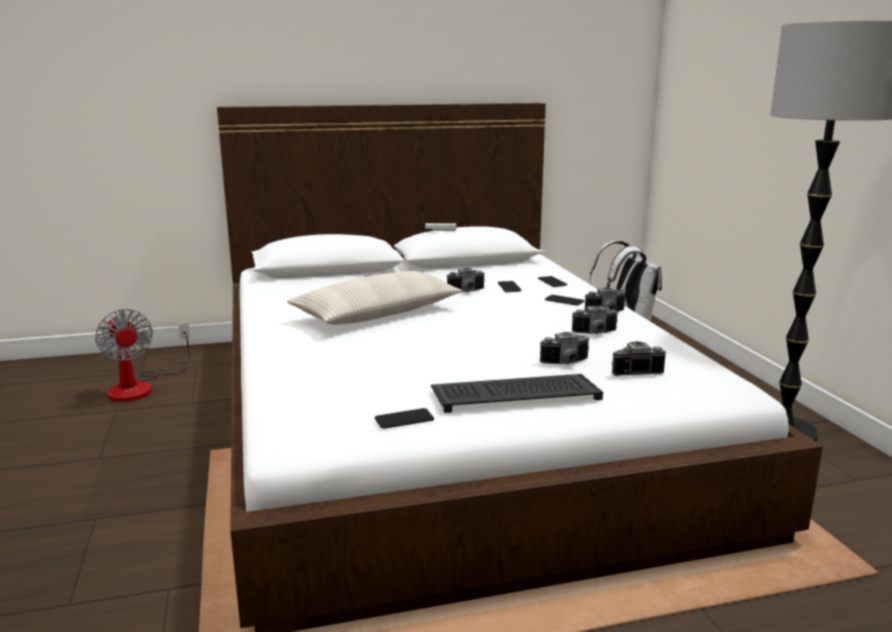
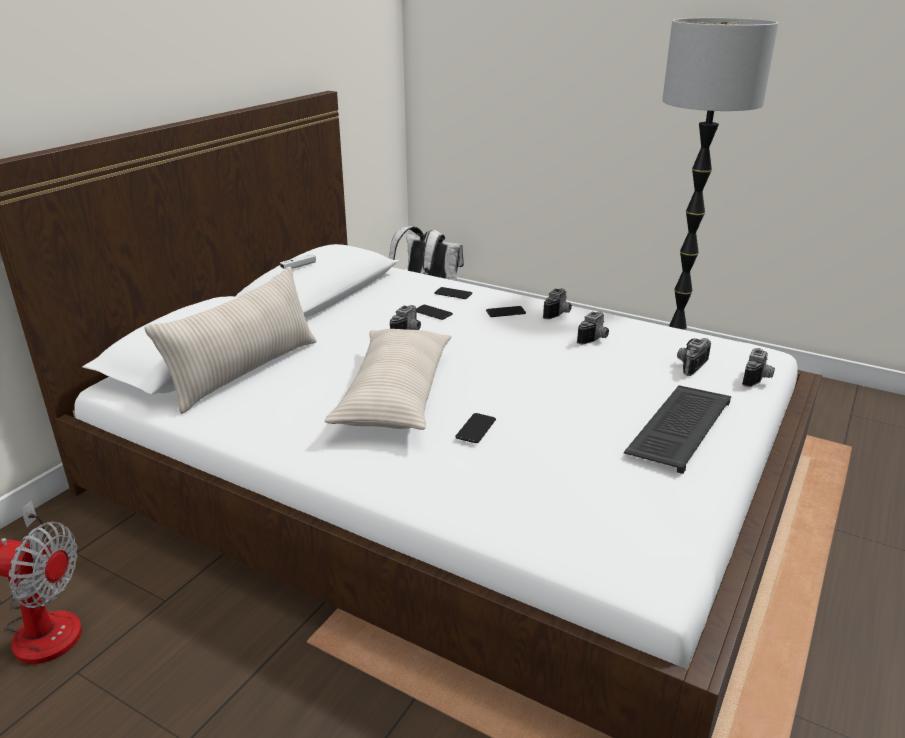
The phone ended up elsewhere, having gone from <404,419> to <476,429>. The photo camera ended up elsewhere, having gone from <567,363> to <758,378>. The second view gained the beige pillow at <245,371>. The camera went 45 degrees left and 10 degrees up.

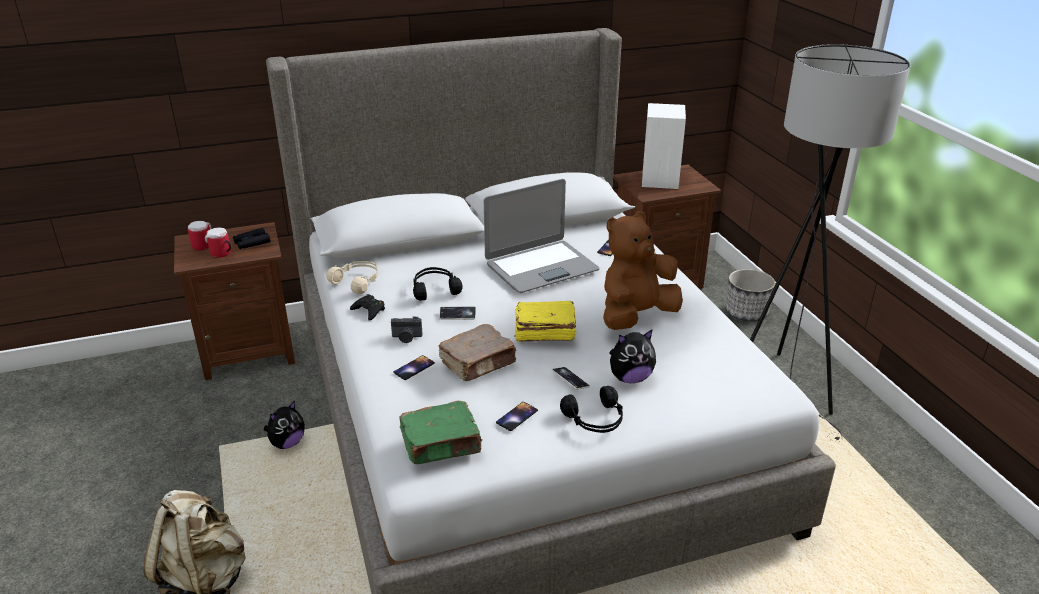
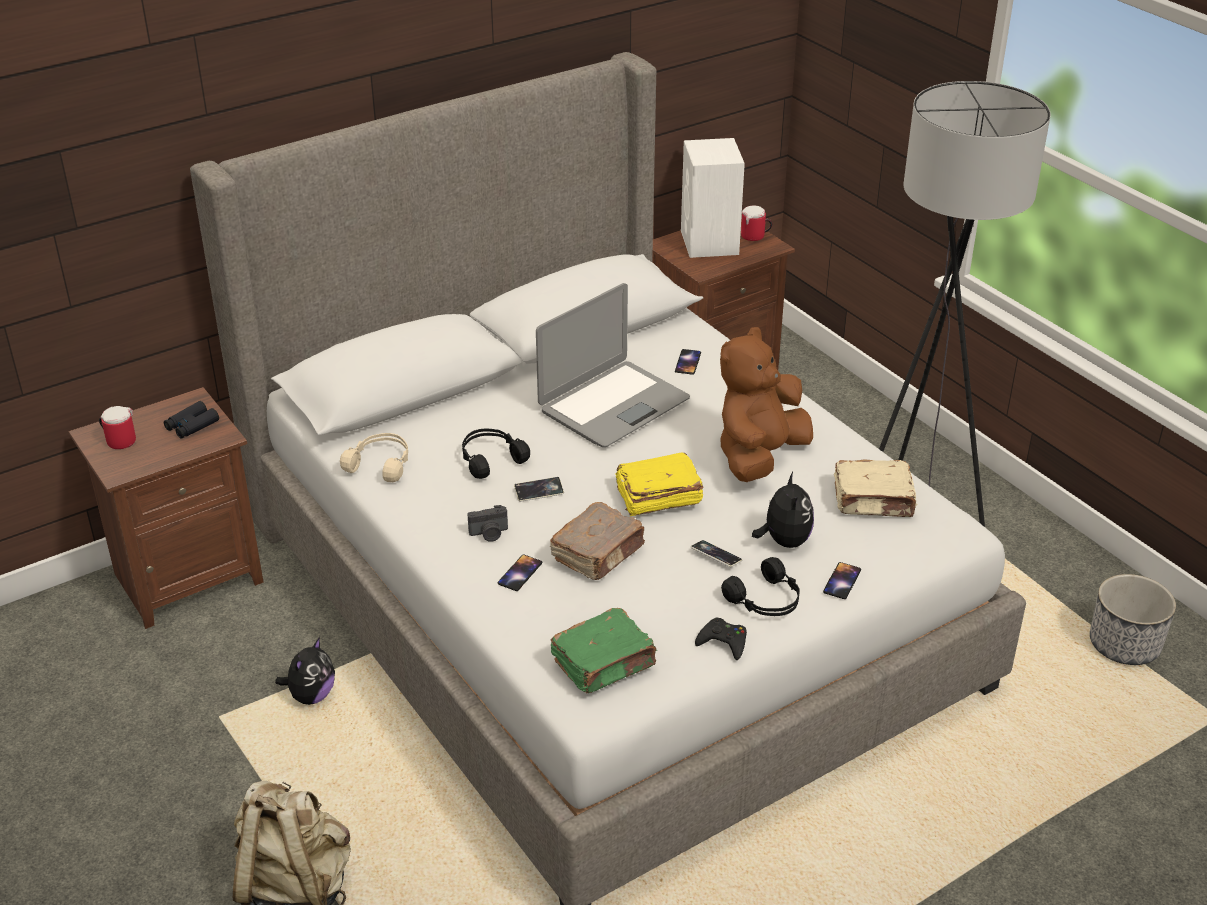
The mug ended up elsewhere, having gone from <222,254> to <755,237>. The black game controller ended up elsewhere, having gone from <369,310> to <723,642>. The phone ended up elsewhere, having gone from <517,416> to <842,581>. The plush toy at <630,378> ended up facing another way, 60 degrees counterclockwise from before. The planter ended up elsewhere, having gone from <746,312> to <1124,645>. The second view gained the beige book at <874,501>. The camera went 15 degrees left and 5 degrees up.

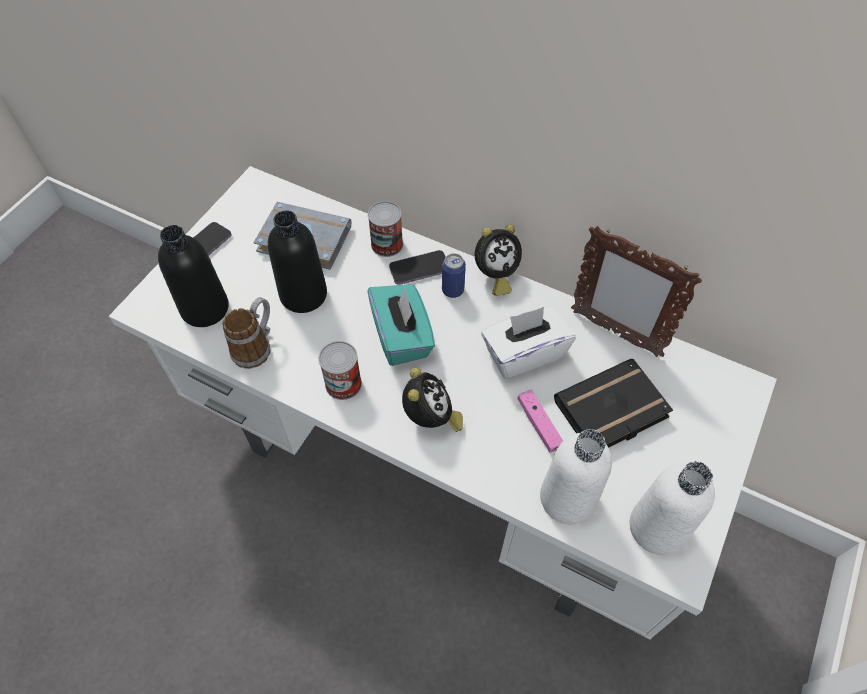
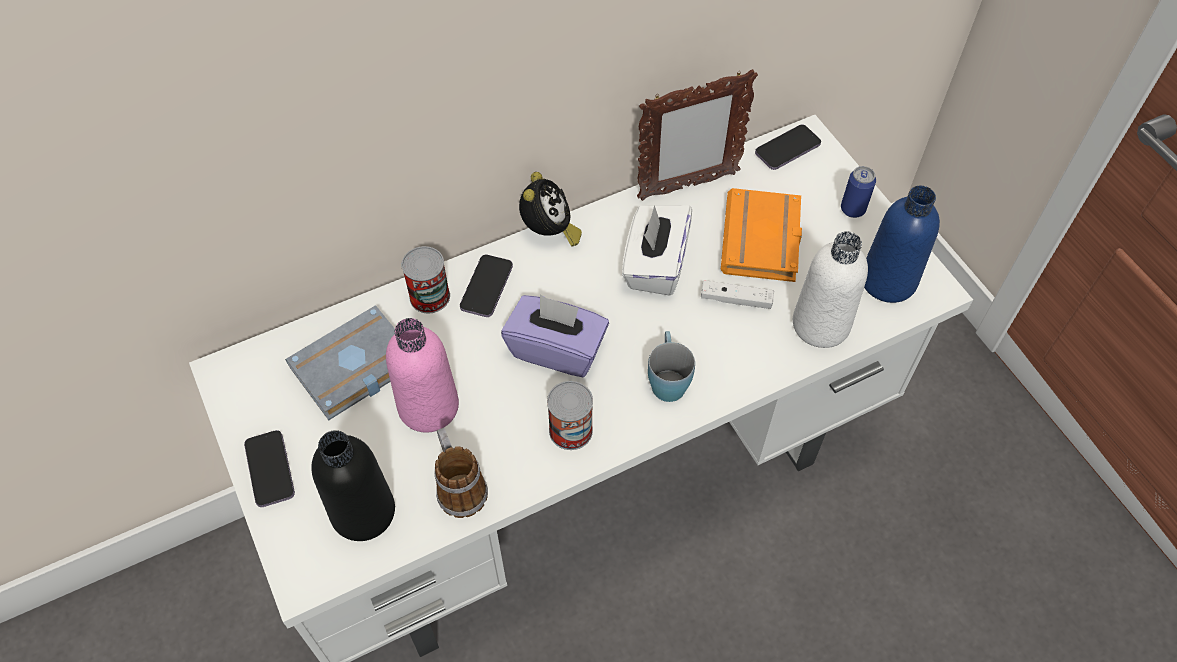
What was the black bottle at <303,294> turned into the pink bottle at <428,406>. What was the turquoise tissue box at <402,337> turned into the purple tissue box at <557,349>. Where the alarm clock stood at <430,419>, the blue mug came to stand at <667,379>. The can ended up elsewhere, having gone from <452,290> to <852,209>. What was the pink game controller at <539,424> turned into the white game controller at <736,300>. What was the black book at <610,413> turned into the orange book at <763,242>. What was the white bottle at <657,527> turned into the blue bottle at <888,280>. The second view gained the phone at <787,149>. The camera went 55 degrees left and 0 degrees up.

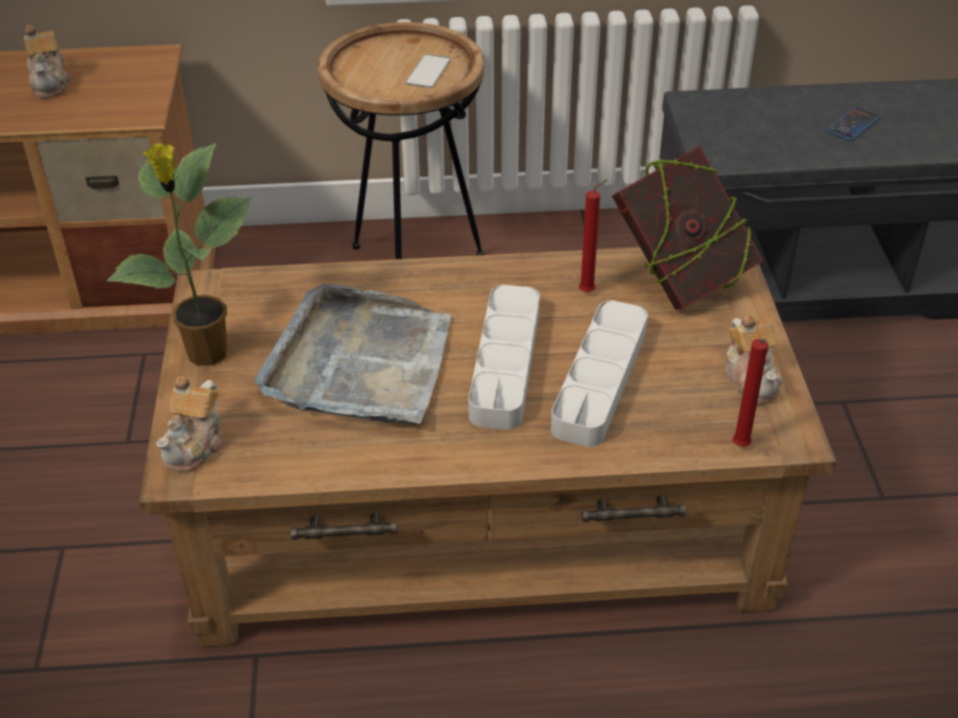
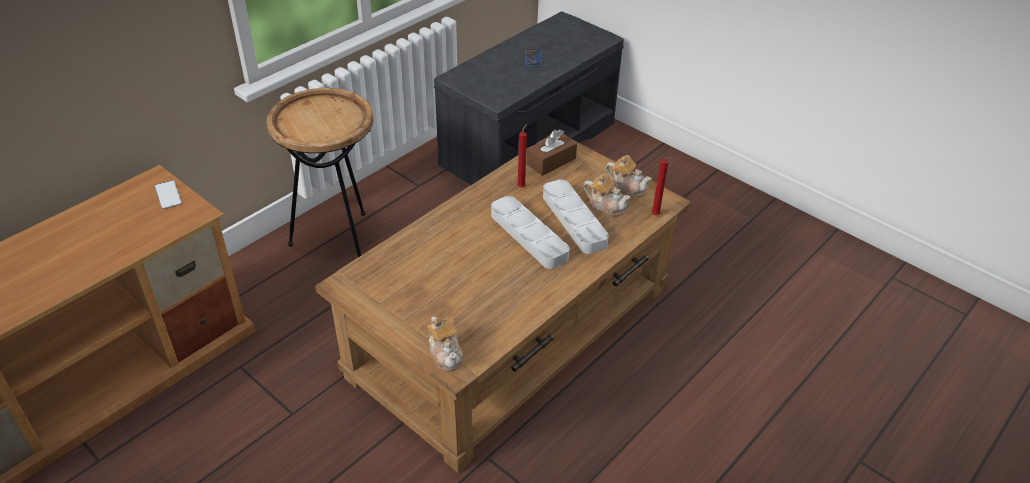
The teapot ended up elsewhere, having gone from <50,83> to <606,206>. The second view lost the potted plant at <206,355>. The second view lost the grey tray at <360,363>. The phone ended up elsewhere, having gone from <428,71> to <168,195>. Where the book stood at <680,280>, the brown tissue box came to stand at <551,161>. The camera went 45 degrees left and 0 degrees up.

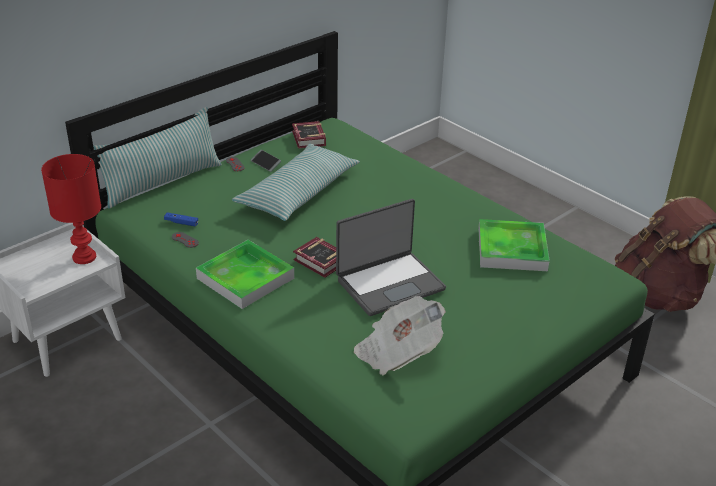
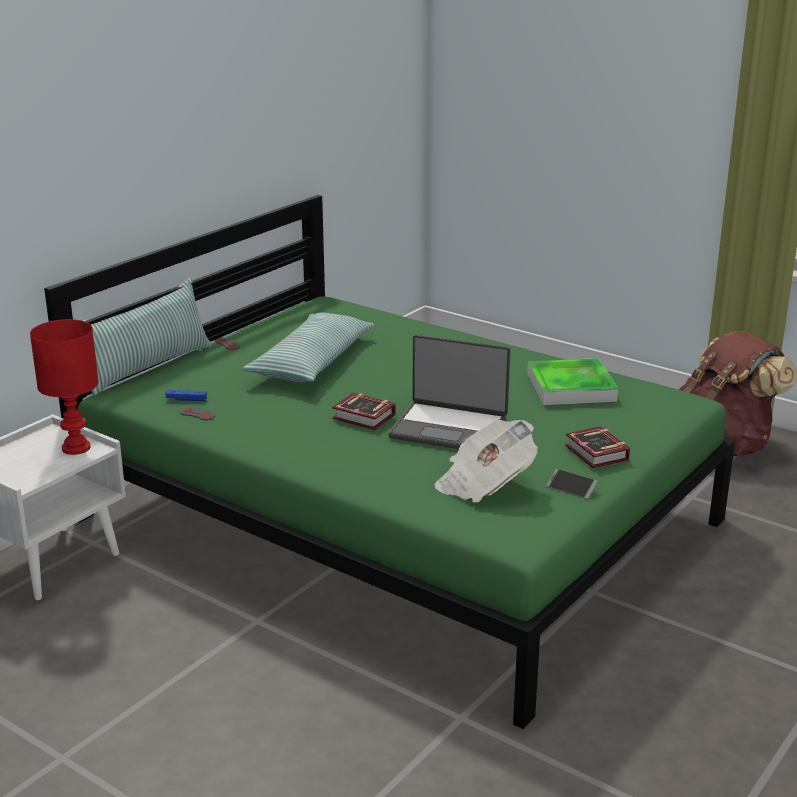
The second view lost the tray at <245,278>. The phone ended up elsewhere, having gone from <266,163> to <571,488>. The book ended up elsewhere, having gone from <308,139> to <596,454>. The laptop at <389,283> ended up facing another way, 60 degrees clockwise from before. The camera went 10 degrees left and 10 degrees down.

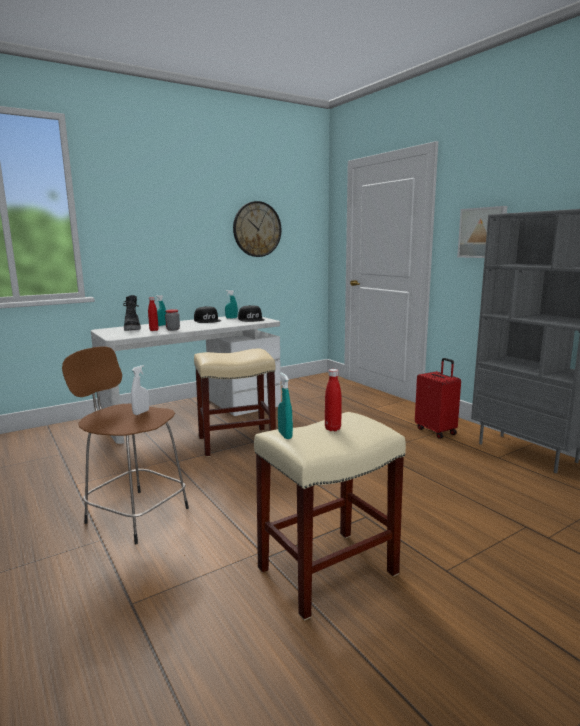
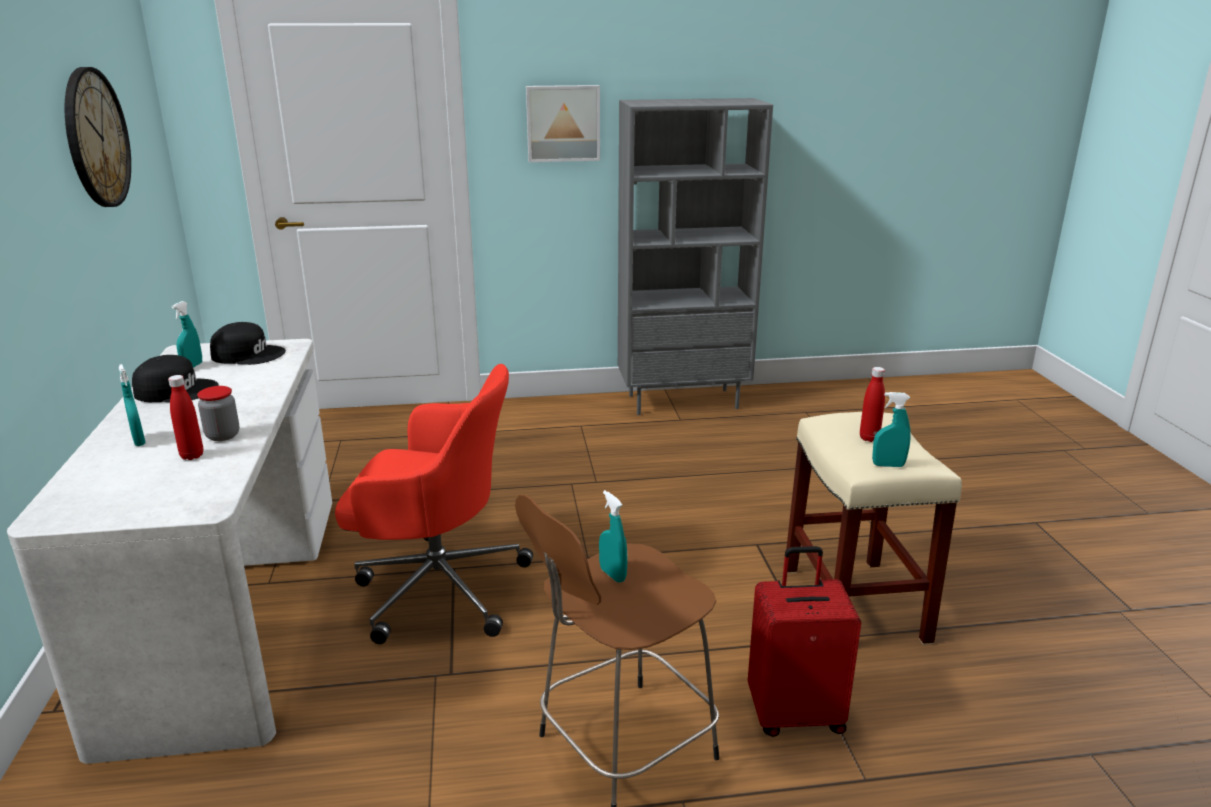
The second view lost the black boot at <133,329>. What was the white spray bottle at <141,412> turned into the turquoise spray bottle at <612,574>. Where the beige stool stood at <235,442>, the red office chair came to stand at <437,587>. The red suitcase ended up elsewhere, having gone from <436,431> to <795,713>. The camera went 65 degrees left and 10 degrees up.

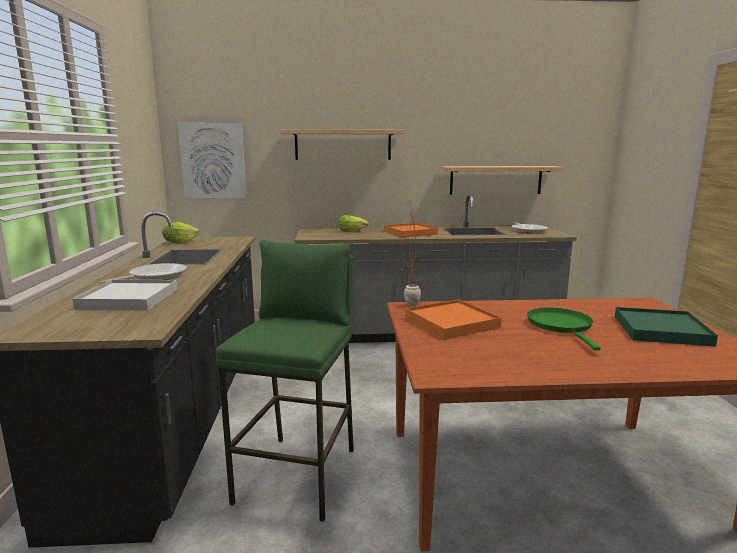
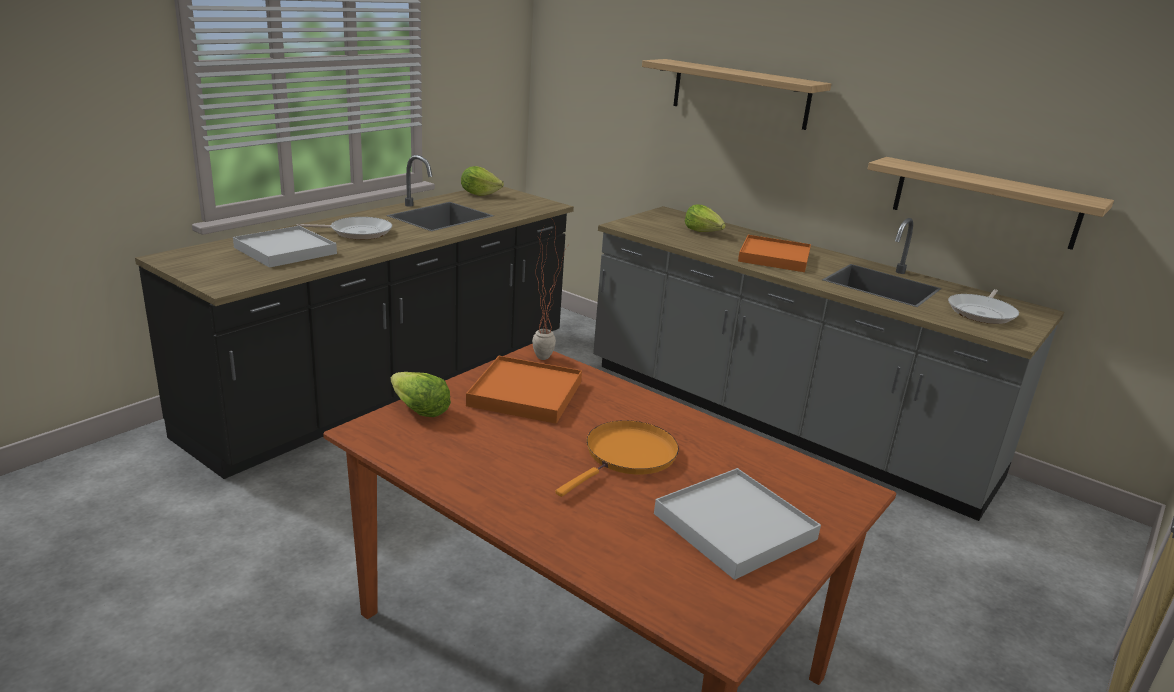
The second view lost the picture at <213,161>. The second view lost the green stool at <299,475>. What was the green frying pan at <561,326> turned into the orange frying pan at <627,456>. What was the green tray at <661,330> turned into the white tray at <734,527>. The second view gained the lettuce at <418,409>. The camera went 40 degrees right and 10 degrees up.

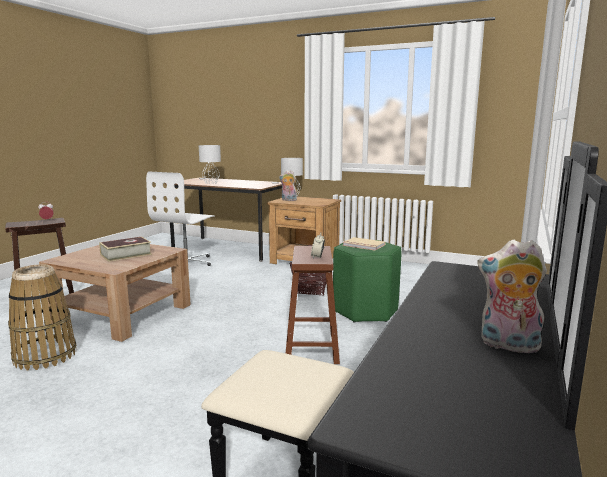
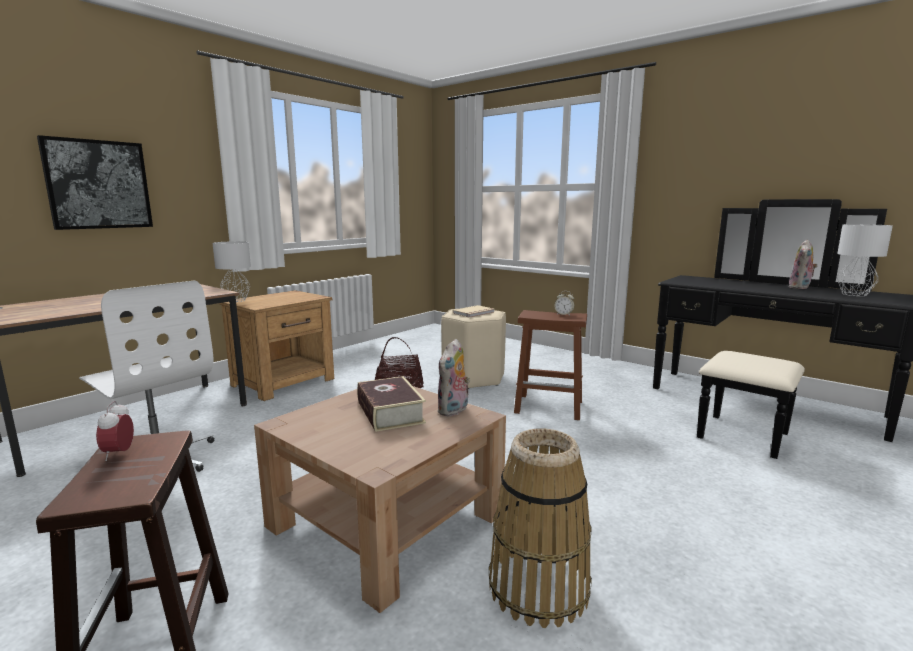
The grey table lamp ended up elsewhere, having gone from <211,183> to <854,294>. The plush toy ended up elsewhere, having gone from <288,200> to <454,411>. What was the green stool at <365,311> turned into the beige stool at <472,378>. The second view gained the picture at <98,184>. The camera went 75 degrees left and 0 degrees up.

